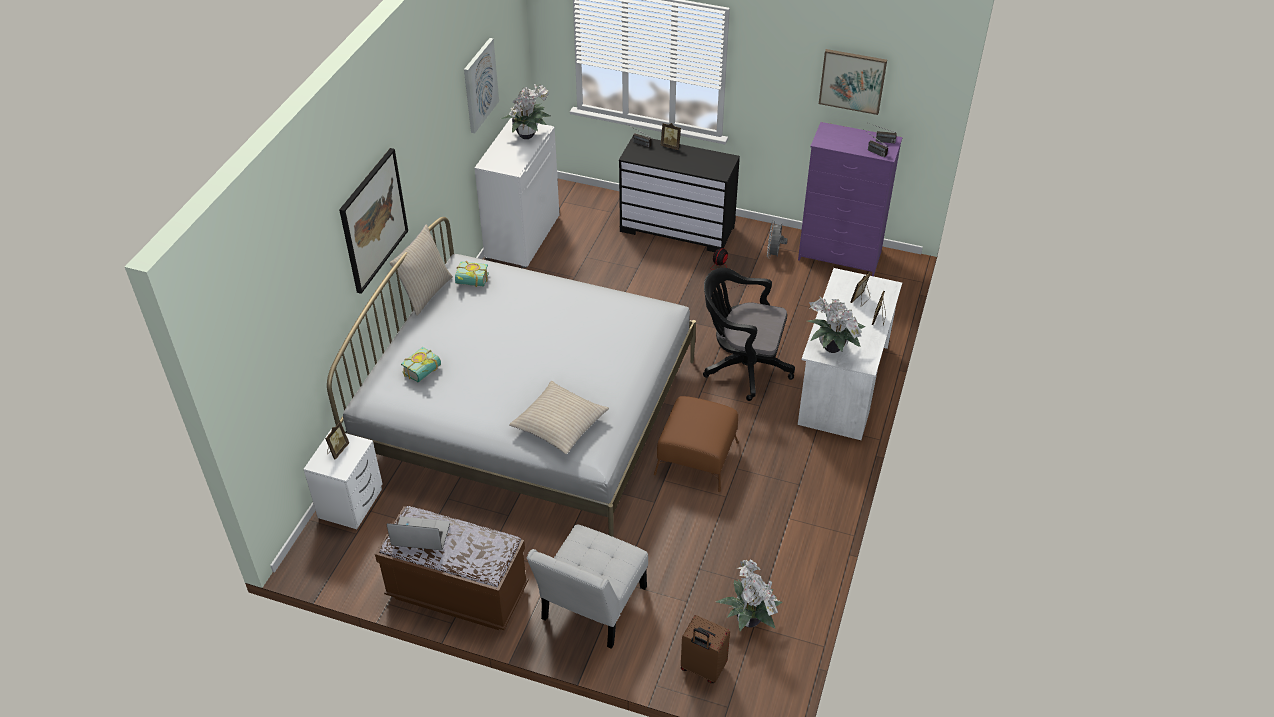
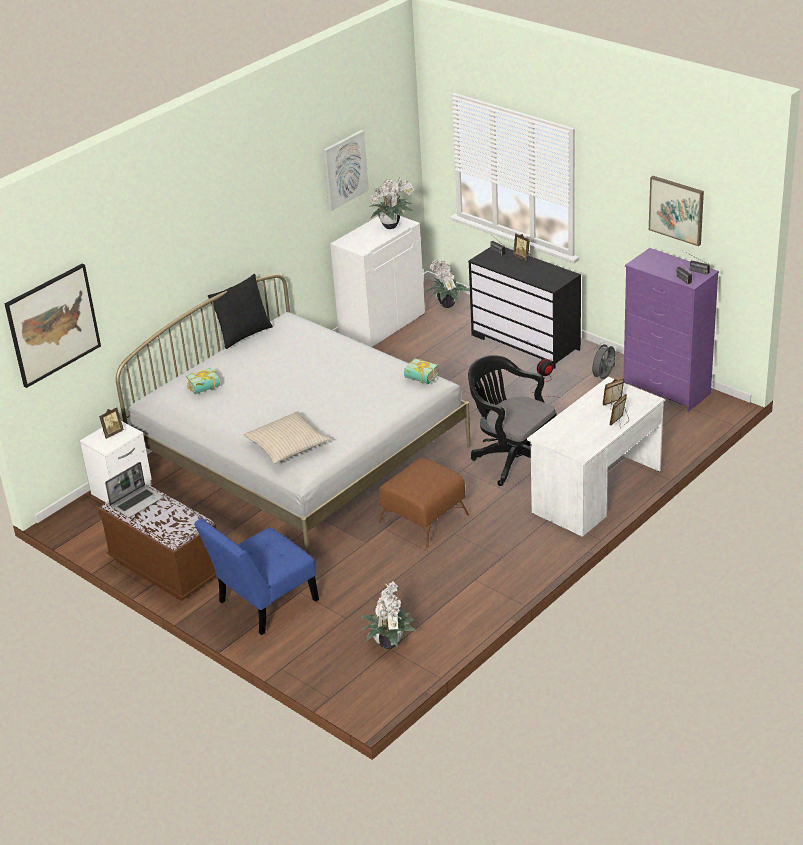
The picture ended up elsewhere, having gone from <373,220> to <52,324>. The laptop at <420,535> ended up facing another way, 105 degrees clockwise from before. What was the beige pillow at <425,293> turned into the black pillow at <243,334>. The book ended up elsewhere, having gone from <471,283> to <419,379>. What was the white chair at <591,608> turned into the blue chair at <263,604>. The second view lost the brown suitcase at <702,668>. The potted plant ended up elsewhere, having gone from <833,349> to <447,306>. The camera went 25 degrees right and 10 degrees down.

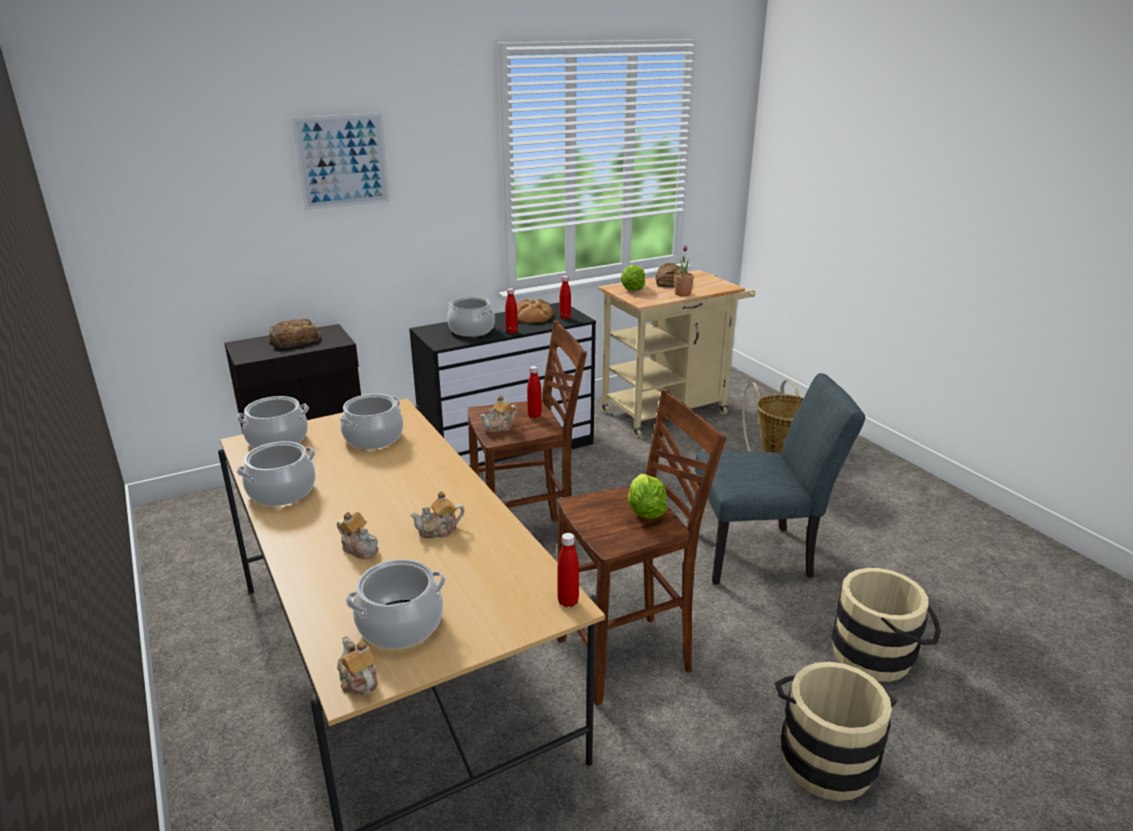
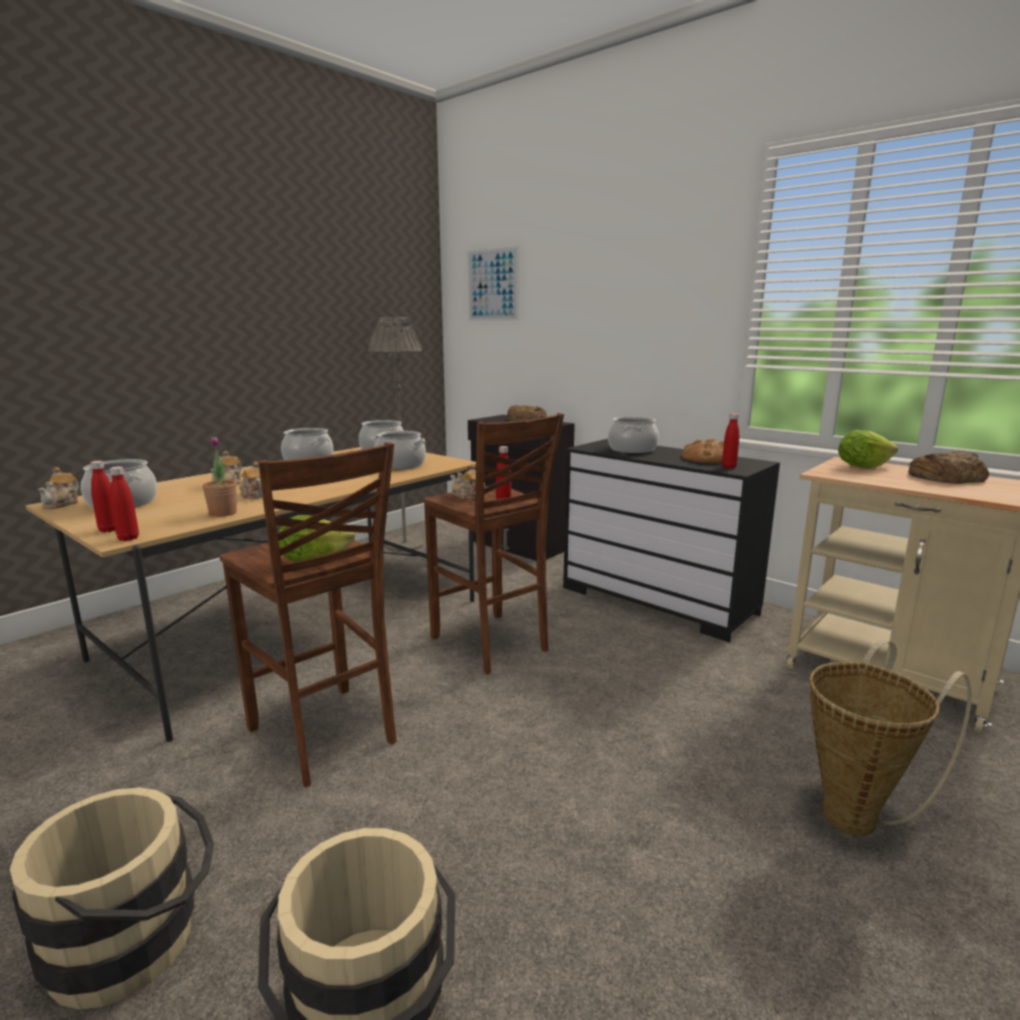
The picture ended up elsewhere, having gone from <342,161> to <492,285>. The teapot at <358,680> ended up facing another way, 150 degrees clockwise from before. The red bottle ended up elsewhere, having gone from <511,332> to <109,530>. The potted plant ended up elsewhere, having gone from <682,294> to <223,513>. The second view lost the grey chair at <761,554>. The second view gained the grey floor lamp at <405,544>. The camera went 70 degrees right and 10 degrees down.

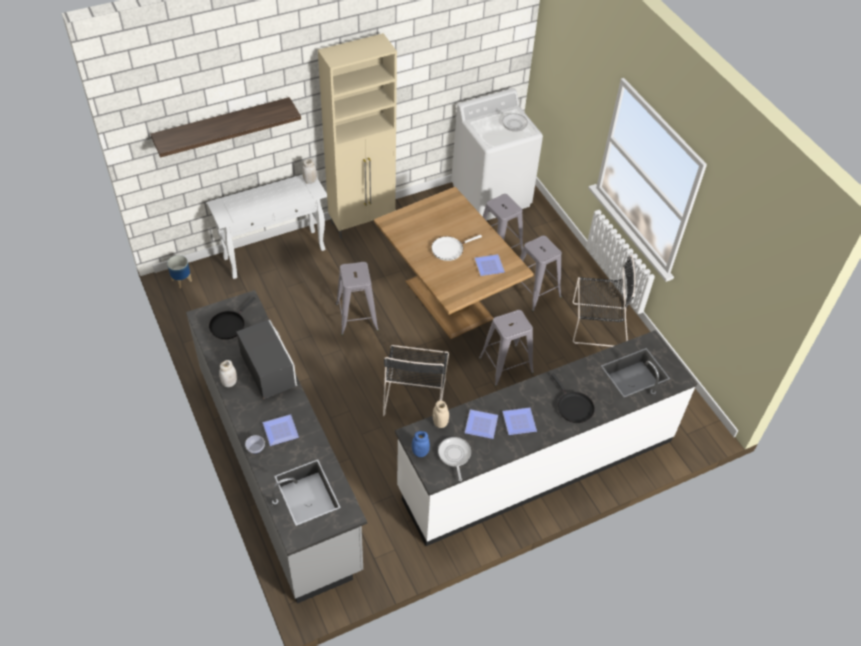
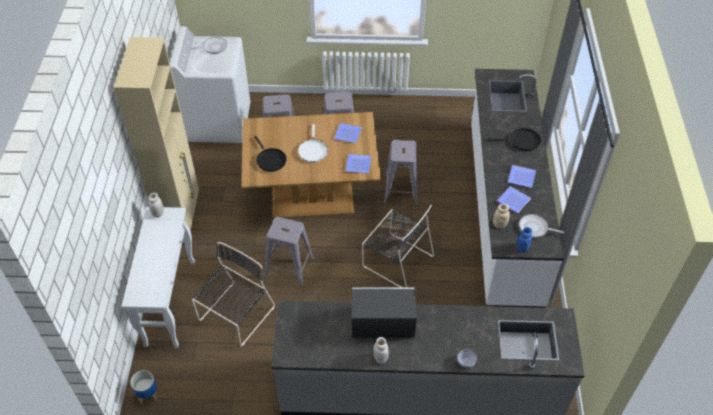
The second view lost the shelf at <223,125>. The black frying pan ended up elsewhere, having gone from <229,325> to <270,160>. The plate ended up elsewhere, having gone from <281,430> to <357,164>. The black chair ended up elsewhere, having gone from <596,325> to <235,315>. The camera went 60 degrees left and 0 degrees up.

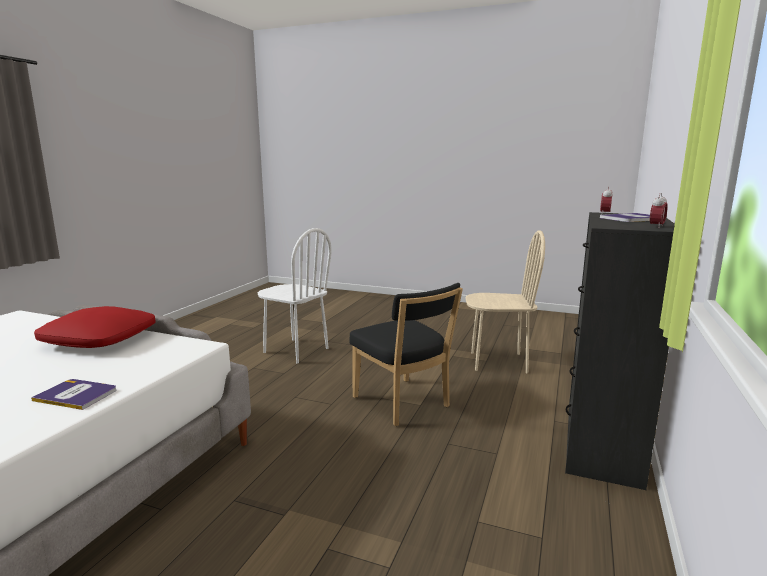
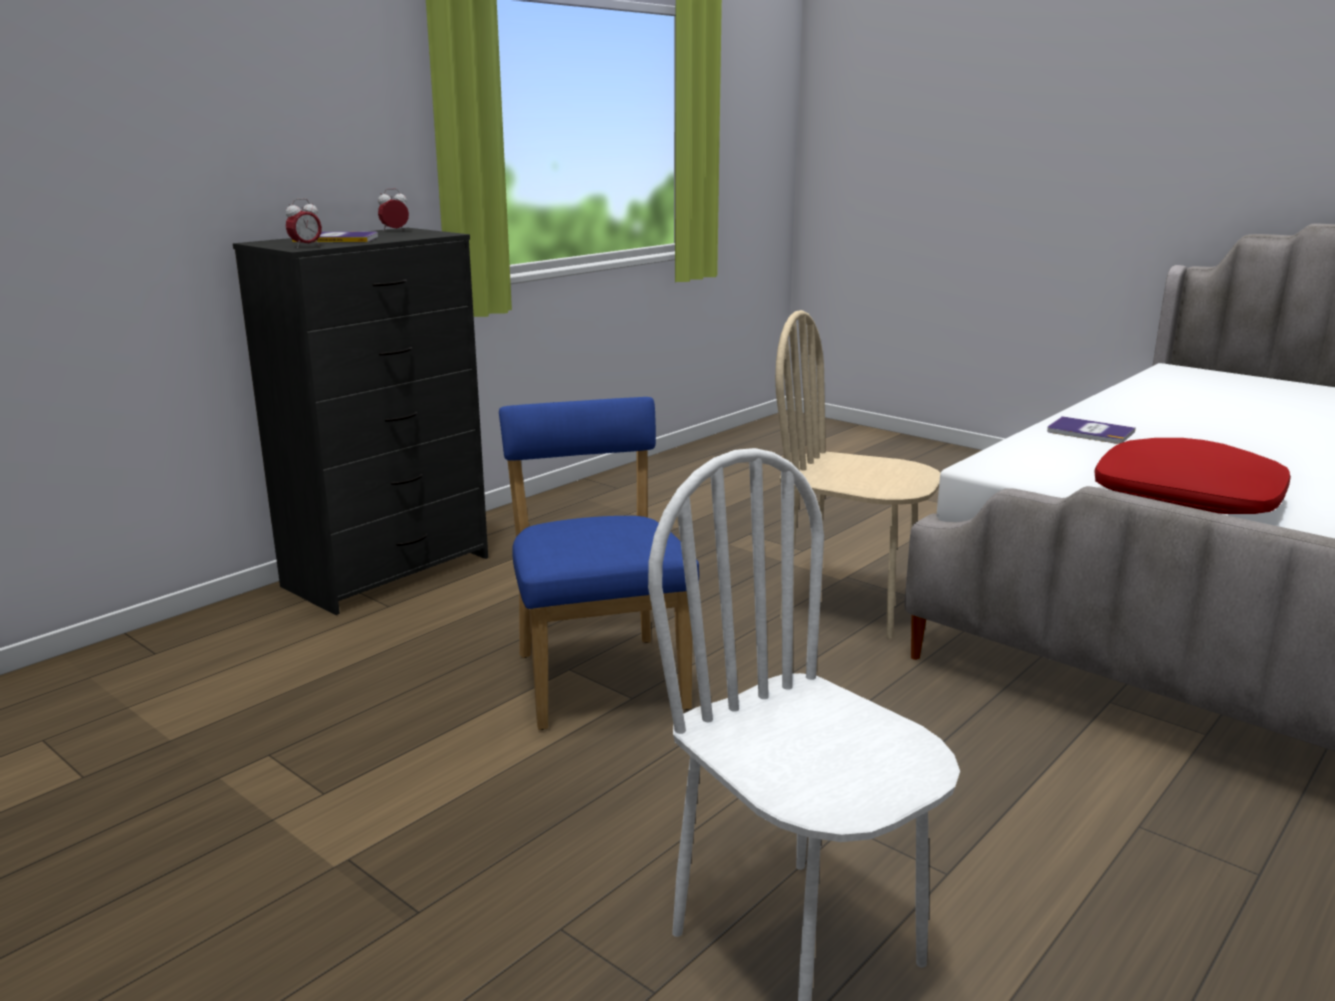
What was the black chair at <403,404> turned into the blue chair at <598,676>. The beige chair ended up elsewhere, having gone from <498,362> to <849,607>. The camera went 160 degrees left and 5 degrees up.

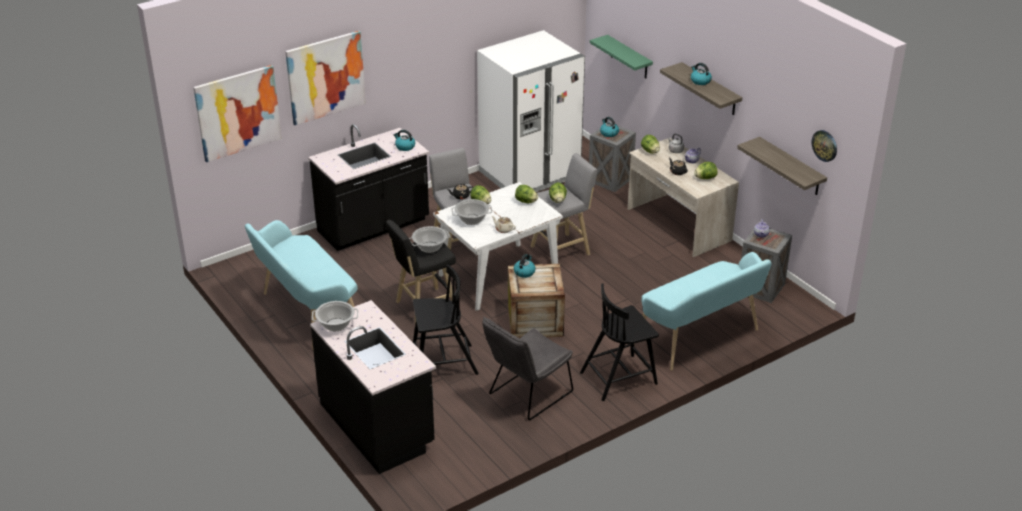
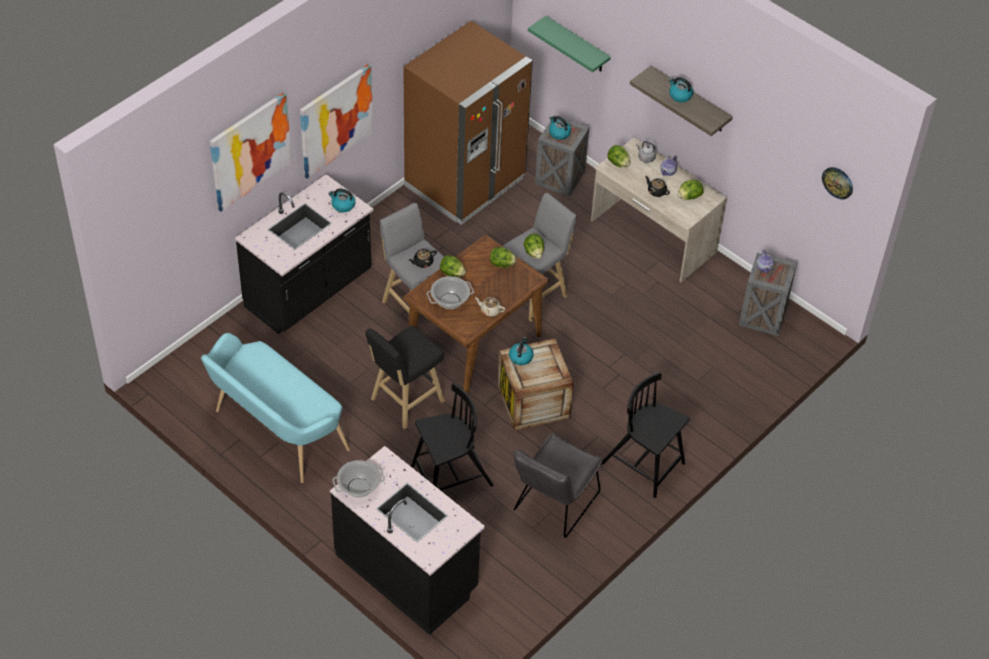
The picture ended up elsewhere, having gone from <238,113> to <336,120>. The second view lost the cooking pot at <430,247>. What was the white dining table at <498,277> turned into the brown dining table at <474,344>. What was the white fridge at <529,174> turned into the brown fridge at <465,183>. The black chair at <619,377> ended up facing another way, 75 degrees clockwise from before. The second view lost the turquoise bench at <701,339>. The second view lost the shelf at <791,167>. The camera went 15 degrees left and 15 degrees up.

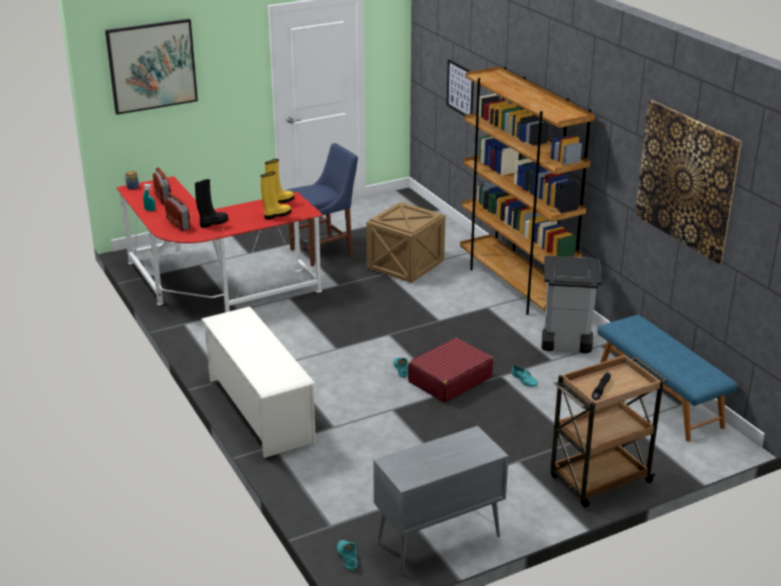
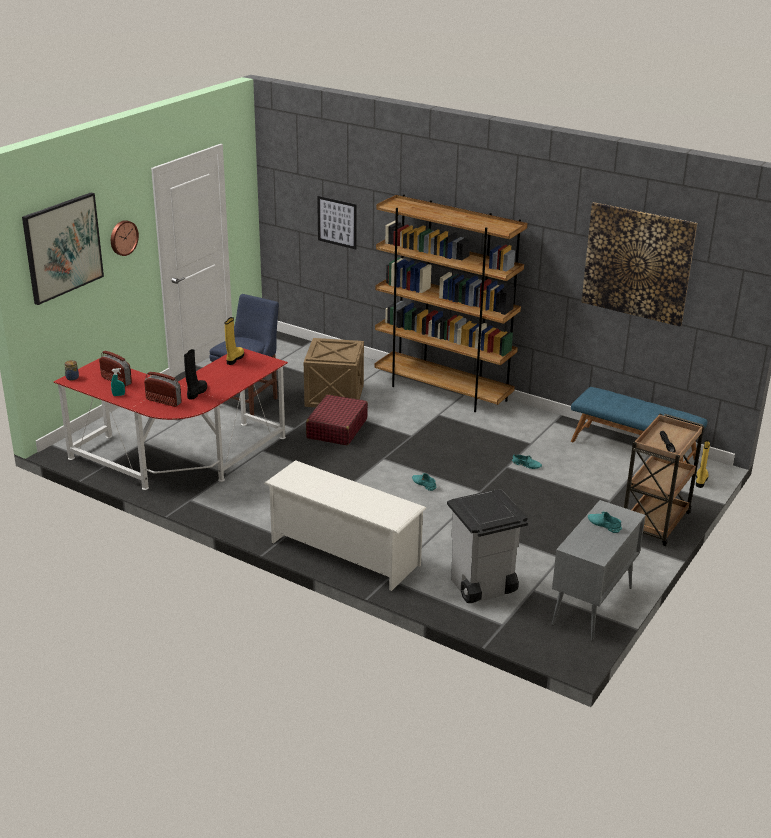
The yellow boot ended up elsewhere, having gone from <277,215> to <701,480>. The turquoise shoe ended up elsewhere, having gone from <347,557> to <603,525>. The red suitcase ended up elsewhere, having gone from <449,380> to <336,429>. The grey trash can ended up elsewhere, having gone from <565,343> to <482,588>. The second view gained the wall clock at <123,237>. The camera went 30 degrees left and 0 degrees up.

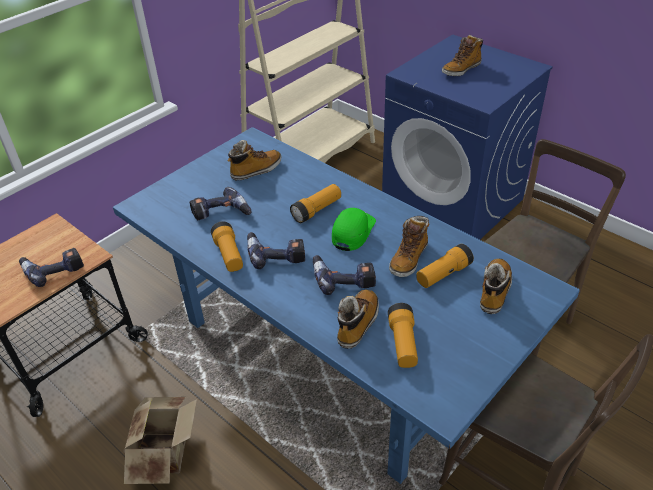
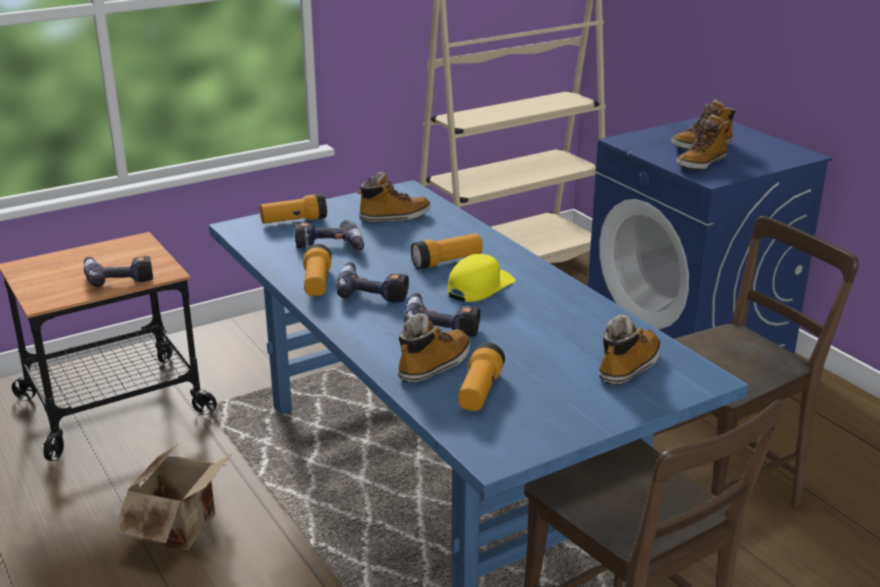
What was the green cap at <352,231> turned into the yellow cap at <480,286>. The boot ended up elsewhere, having gone from <409,259> to <701,163>. The flashlight ended up elsewhere, having gone from <443,274> to <294,221>. The camera went 15 degrees right and 15 degrees down.

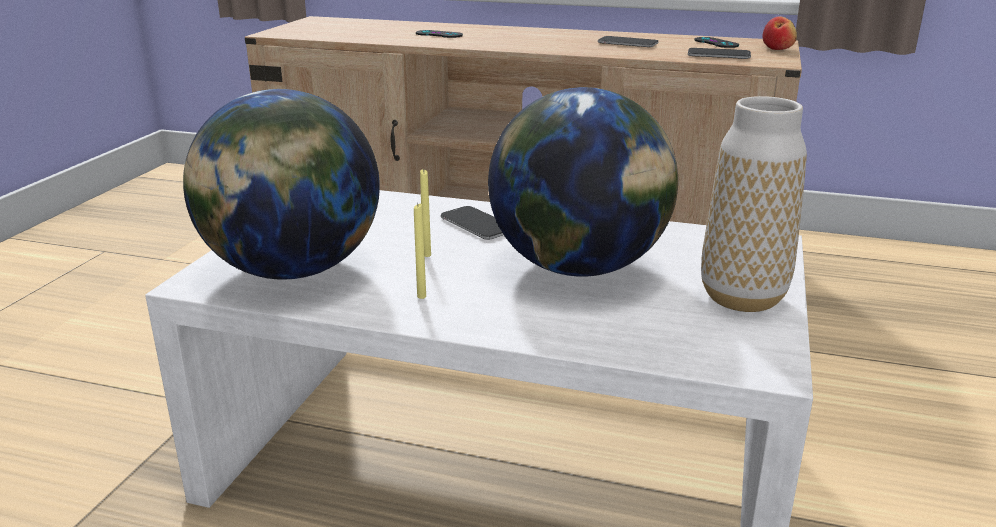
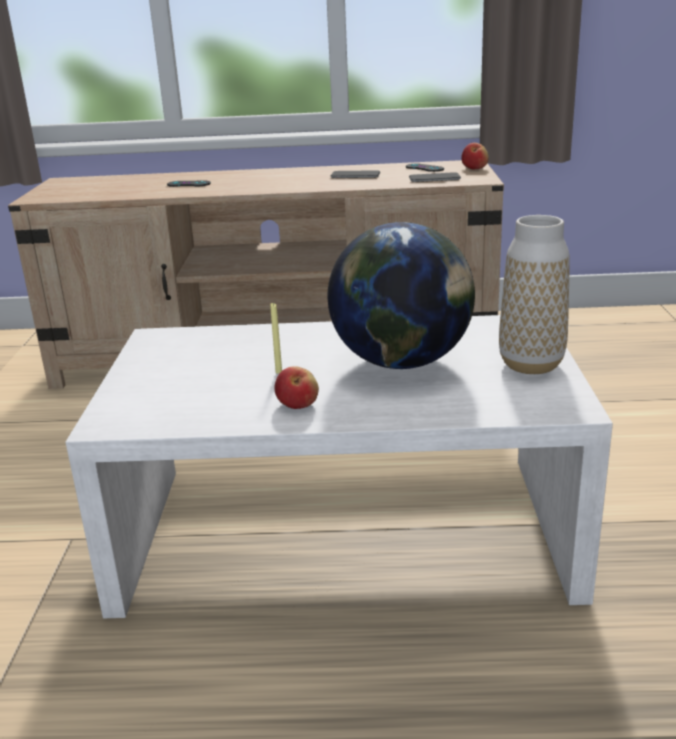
The second view lost the globe at <293,270>. Where the yellow candle stood at <421,296>, the apple came to stand at <298,403>. The second view lost the phone at <477,224>. The camera went 15 degrees left and 0 degrees up.

